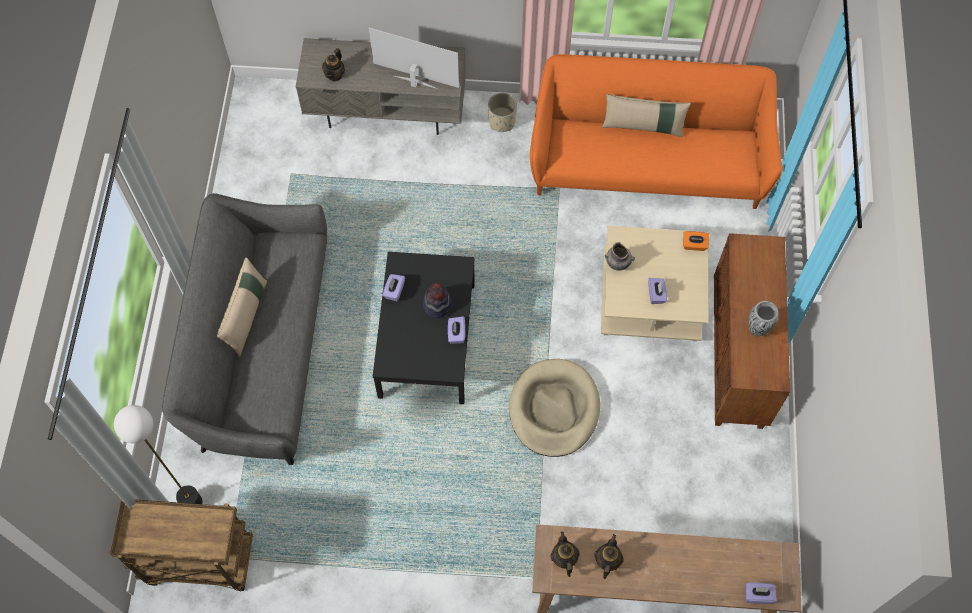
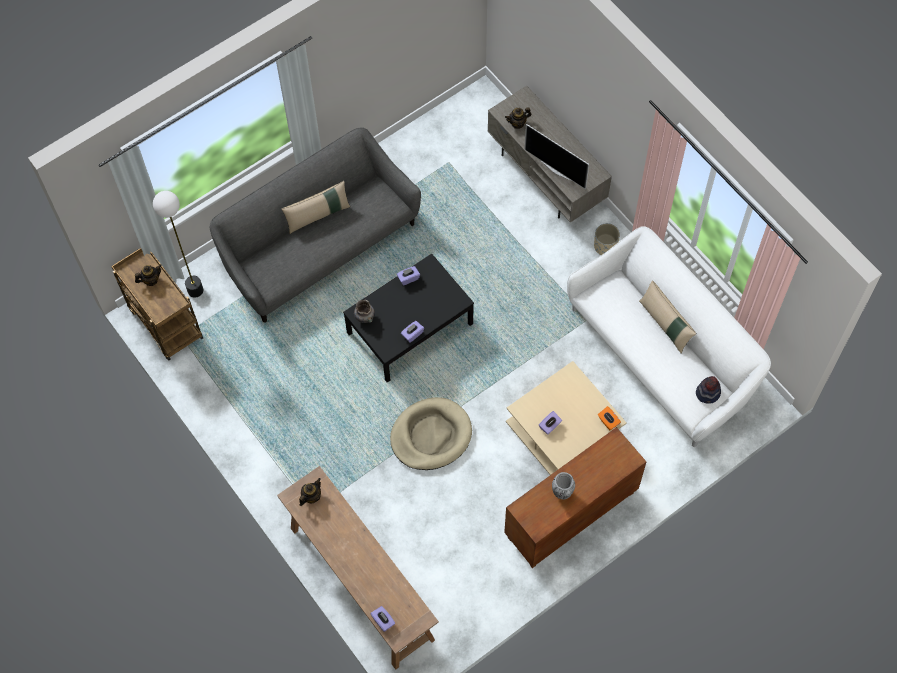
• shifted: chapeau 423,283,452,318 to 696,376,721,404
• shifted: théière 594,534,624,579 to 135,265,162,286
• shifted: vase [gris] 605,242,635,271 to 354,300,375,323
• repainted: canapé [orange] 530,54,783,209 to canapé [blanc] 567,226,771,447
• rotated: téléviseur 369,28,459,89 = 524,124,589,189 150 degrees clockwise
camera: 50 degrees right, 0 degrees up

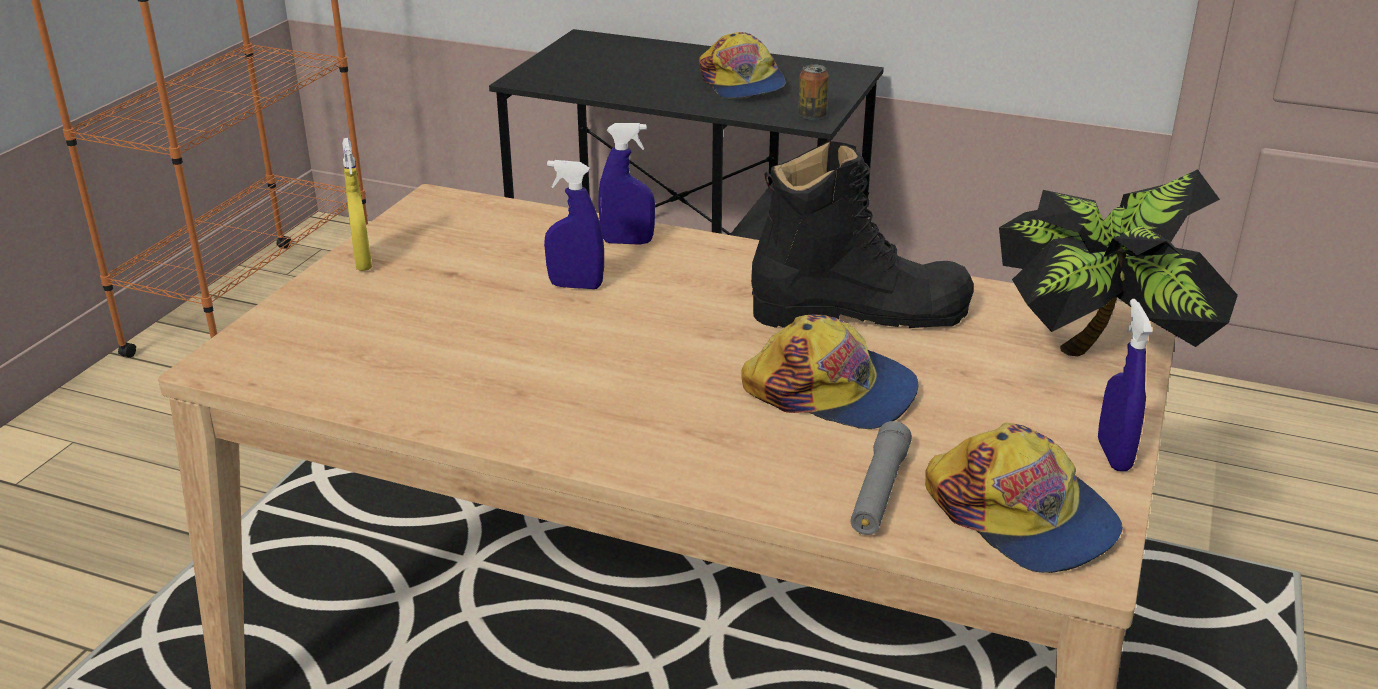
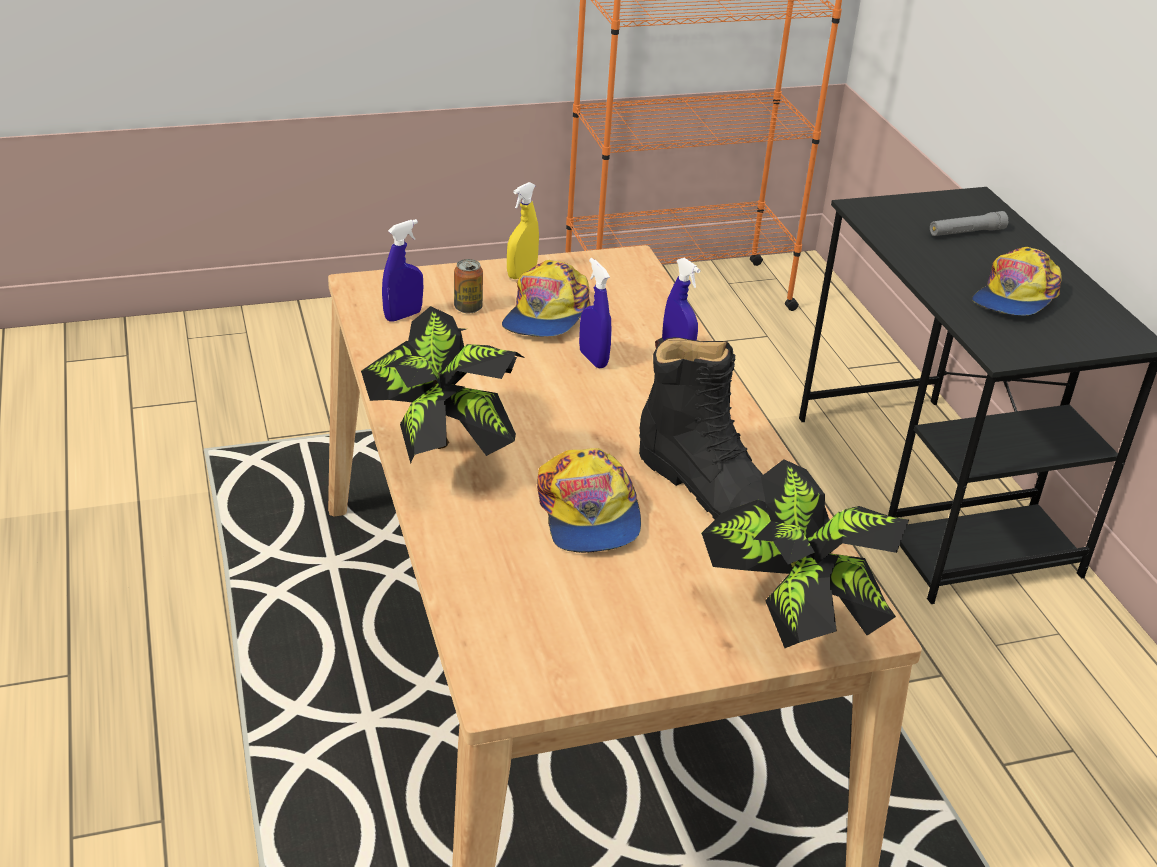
• new: plante en pot 361,306,524,464
• shifted: boîte métallique 798,64,829,120 to 454,259,483,313
• shifted: lampe de poche [gris] 850,421,912,535 to 930,211,1008,236
• shifted: casquette 925,423,1123,573 to 502,260,590,337
• shifted: vaporisateur [bleu] 1098,299,1153,471 to 382,219,423,322
camera: 50 degrees right, 5 degrees up

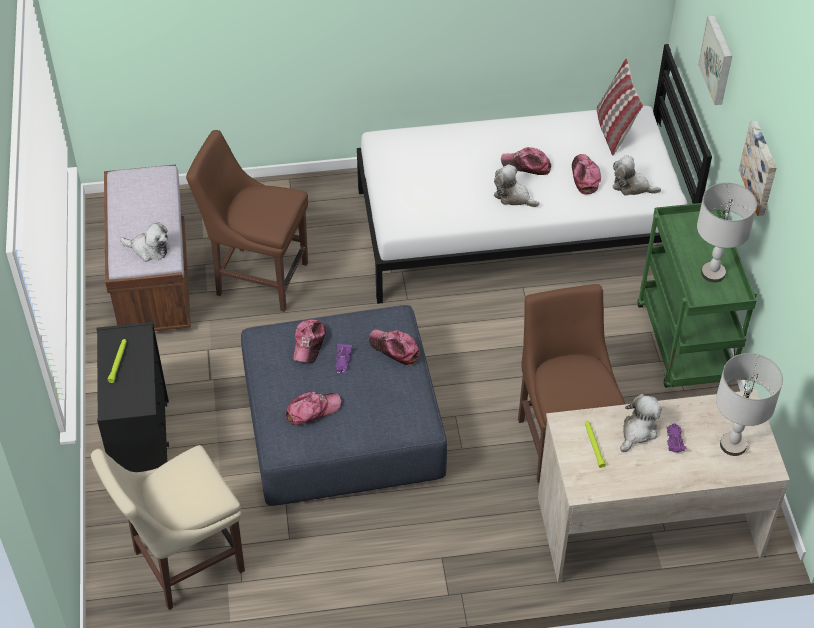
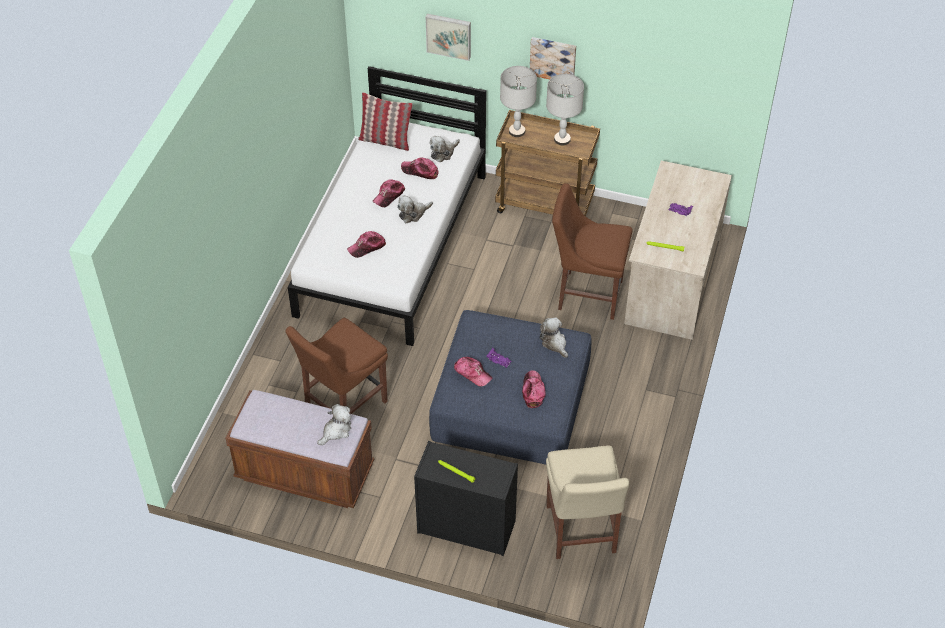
• shifted: casquette 369,329,419,366 to 347,231,386,258
• shifted: peluche 620,394,662,452 to 540,317,568,358
• shifted: lampe de table [gris] 716,353,783,456 to 500,66,537,137
• repainted: chariot [vert] 637,203,757,388 to chariot [marron] 495,110,600,216
camera: 65 degrees left, 0 degrees up

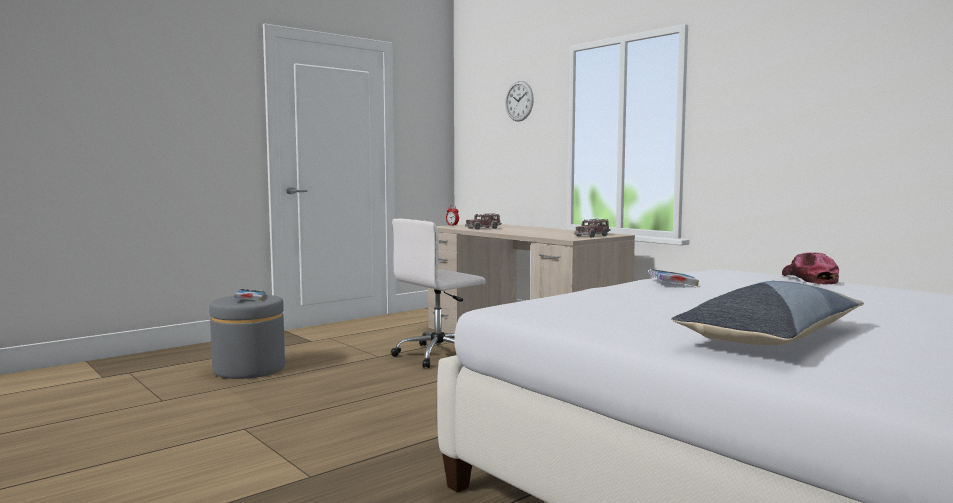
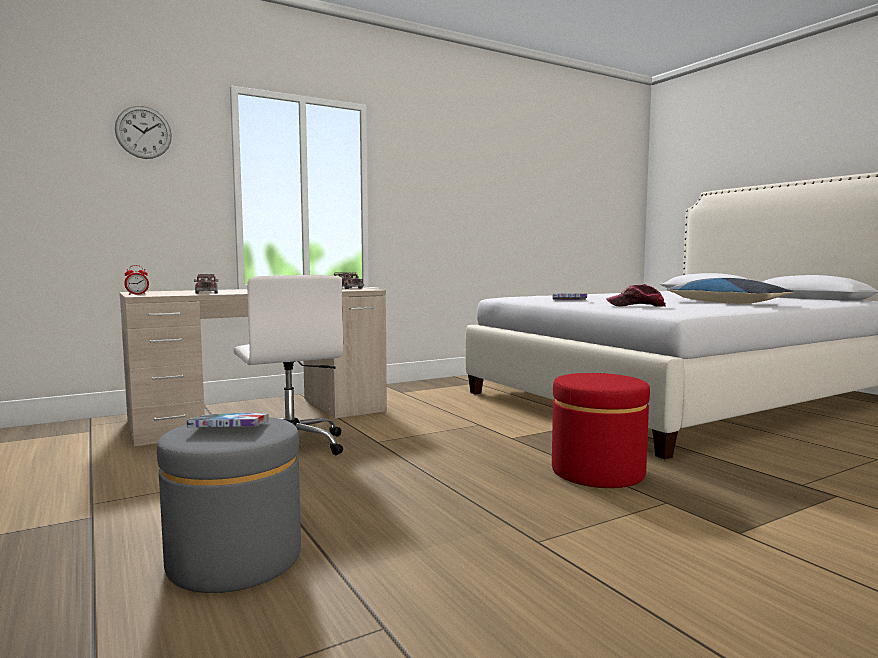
• new: pouf [rouge] 552,373,650,488
• shifted: casquette 782,252,839,284 to 606,284,665,307
camera: 80 degrees left, 0 degrees up

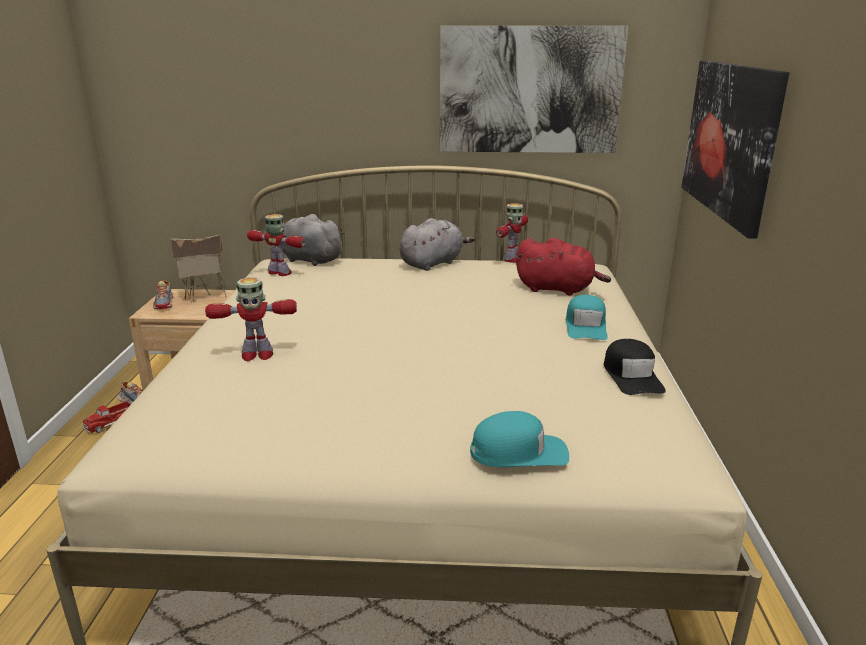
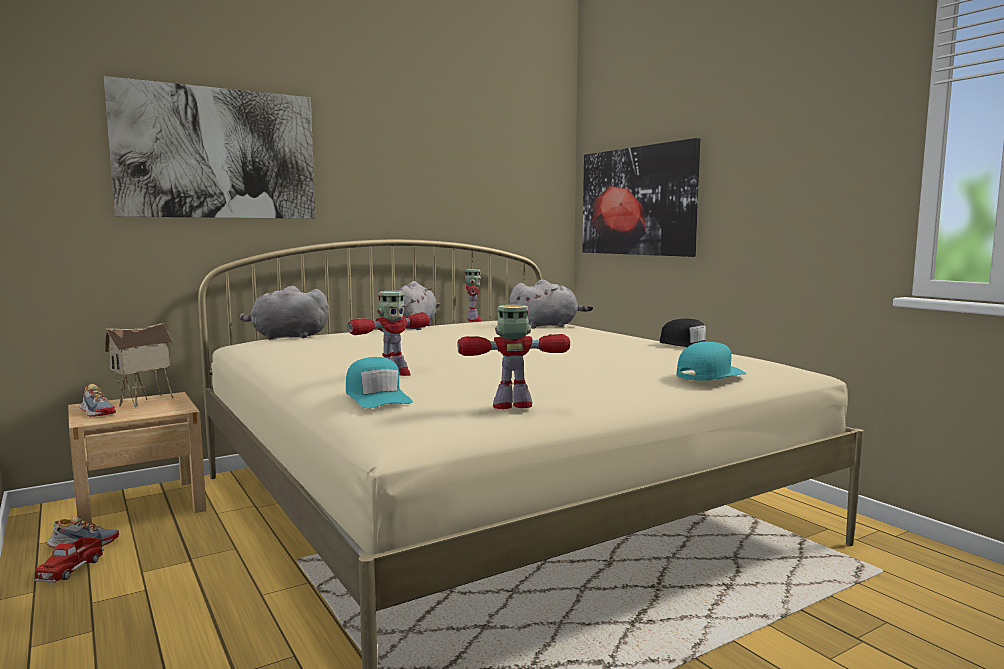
• shifted: robot jouet 247,214,305,276 to 458,305,570,409
• shifted: tableau 440,26,628,153 to 104,76,315,219
• shifted: casquette [turquoise] 566,295,608,340 to 346,357,413,408
• repainted: peluche [rouge] 516,238,611,296 to peluche [gris] 509,280,593,328
camera: 35 degrees left, 15 degrees down

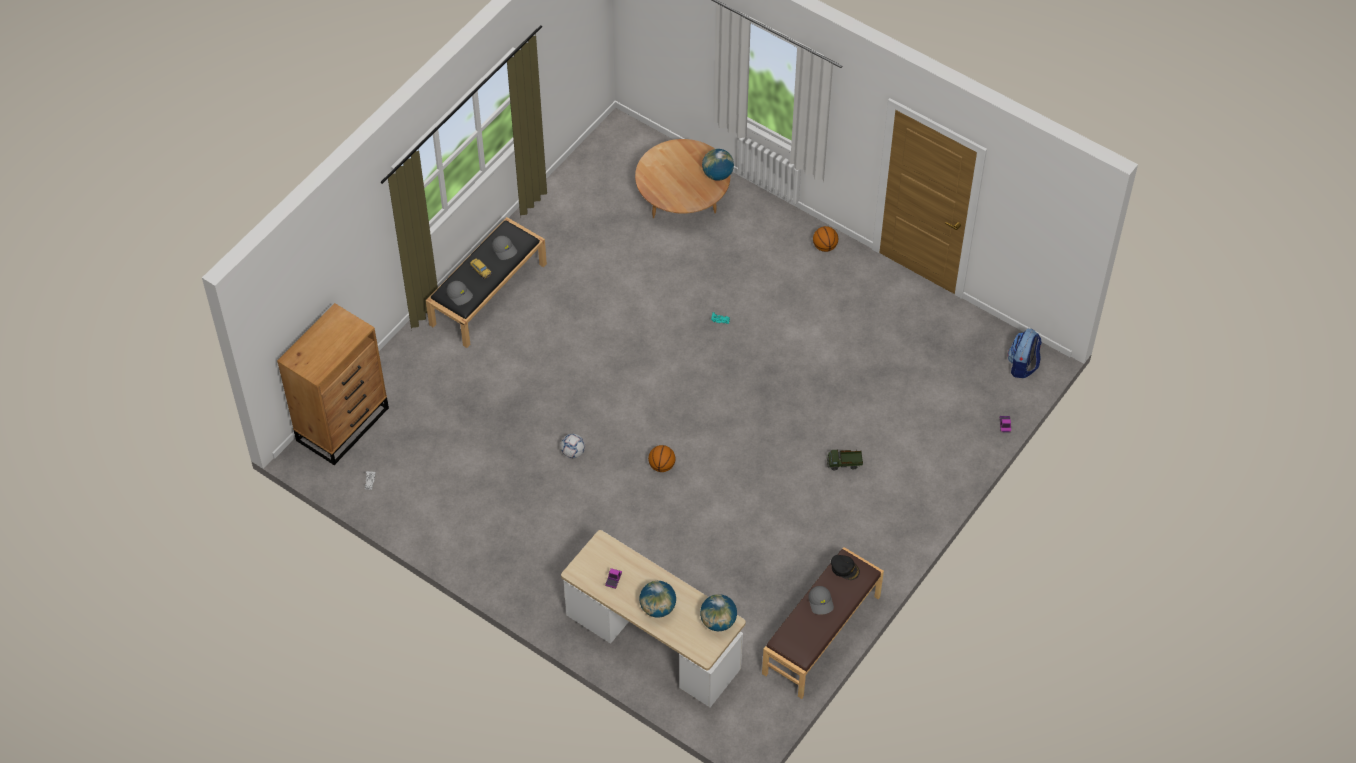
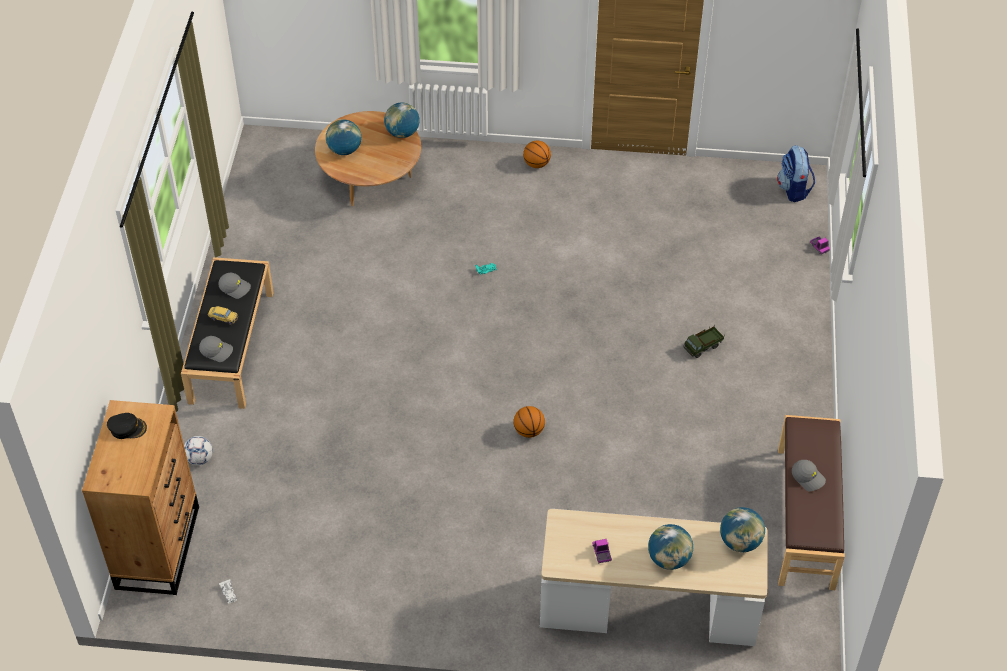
• new: globe 326,119,361,155
• shifted: ballon de foot 560,434,585,458 to 184,436,213,465
• shifted: casquette [noir] 831,555,860,580 to 107,413,147,439
camera: 30 degrees left, 5 degrees down

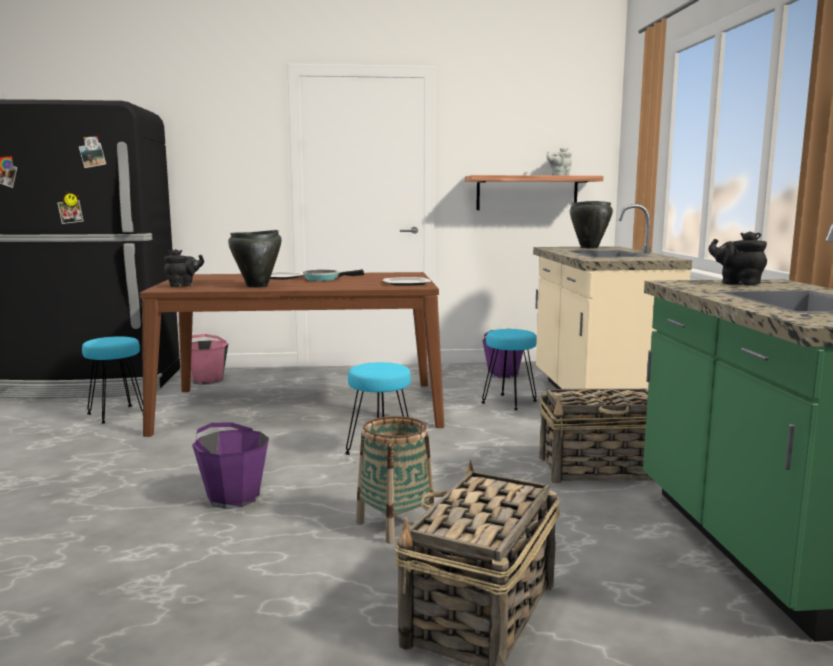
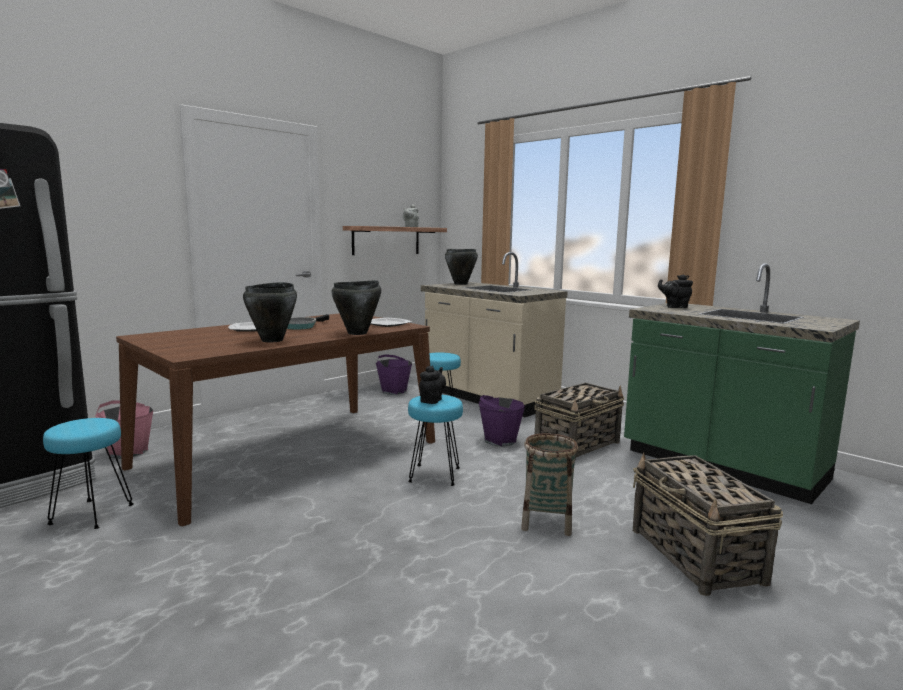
• new: marmite [noir] 331,280,381,335
• shifted: théière [noir] 164,249,204,287 to 419,366,446,404
• shifted: seau [violet] 192,423,269,509 to 479,395,525,446
camera: 40 degrees left, 0 degrees up

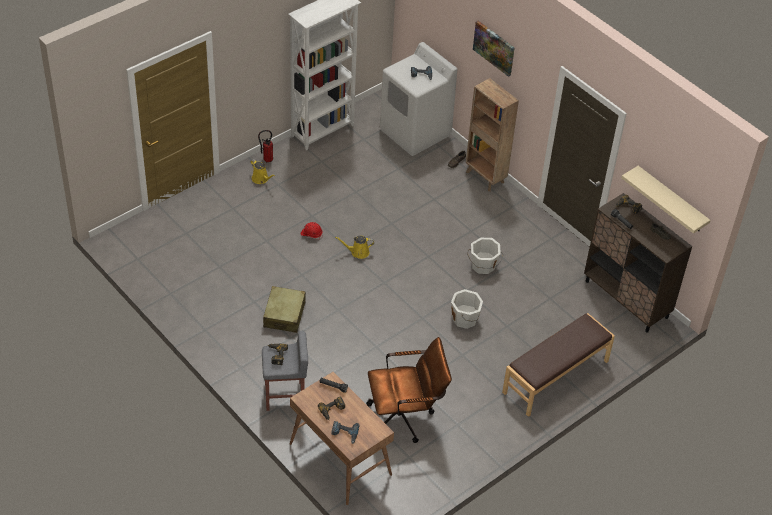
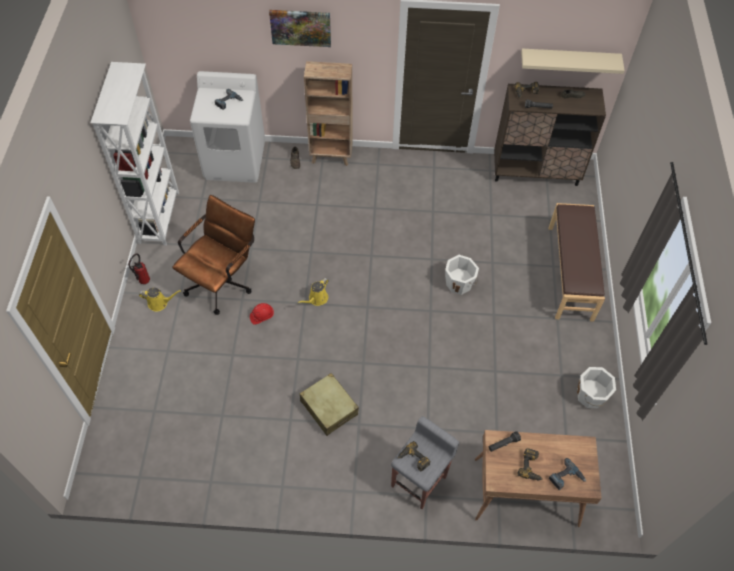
• shifted: chaise de bureau [marron] 366,337,452,443 to 172,195,255,315
• shifted: seau [blanc] 467,238,503,274 to 577,367,616,408
camera: 45 degrees left, 10 degrees up

